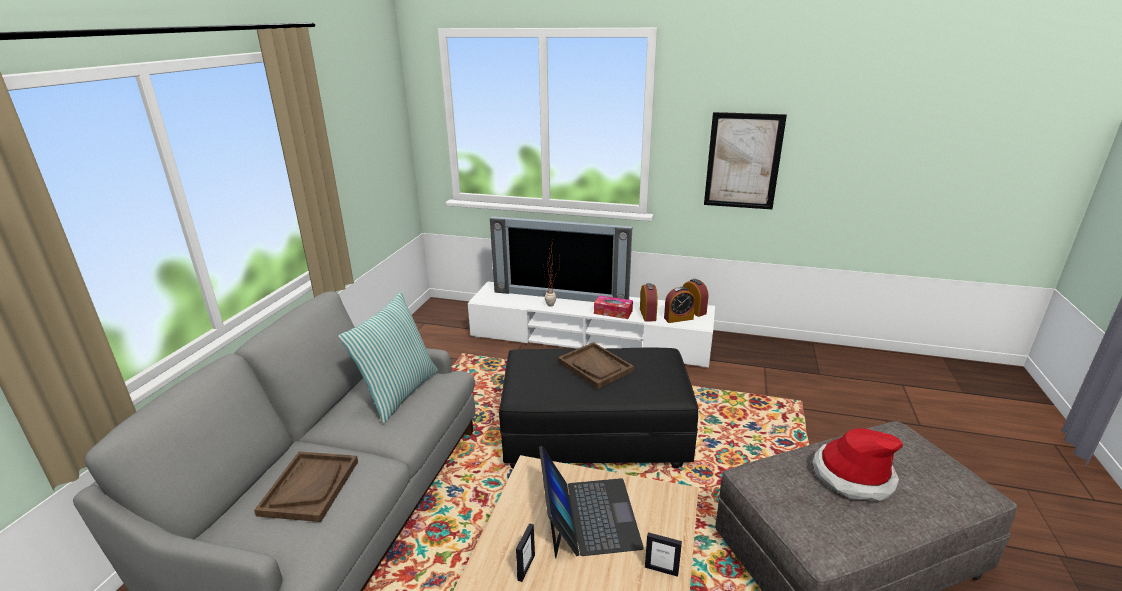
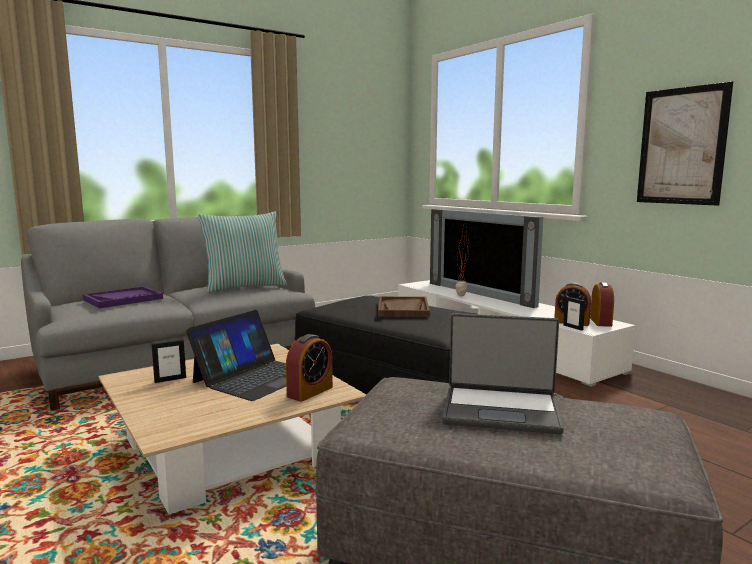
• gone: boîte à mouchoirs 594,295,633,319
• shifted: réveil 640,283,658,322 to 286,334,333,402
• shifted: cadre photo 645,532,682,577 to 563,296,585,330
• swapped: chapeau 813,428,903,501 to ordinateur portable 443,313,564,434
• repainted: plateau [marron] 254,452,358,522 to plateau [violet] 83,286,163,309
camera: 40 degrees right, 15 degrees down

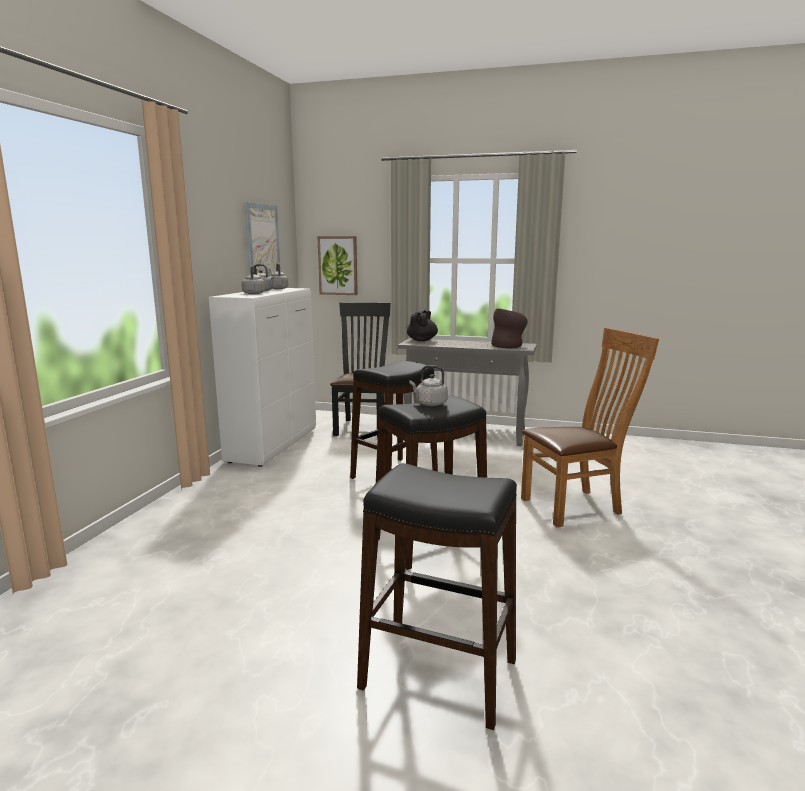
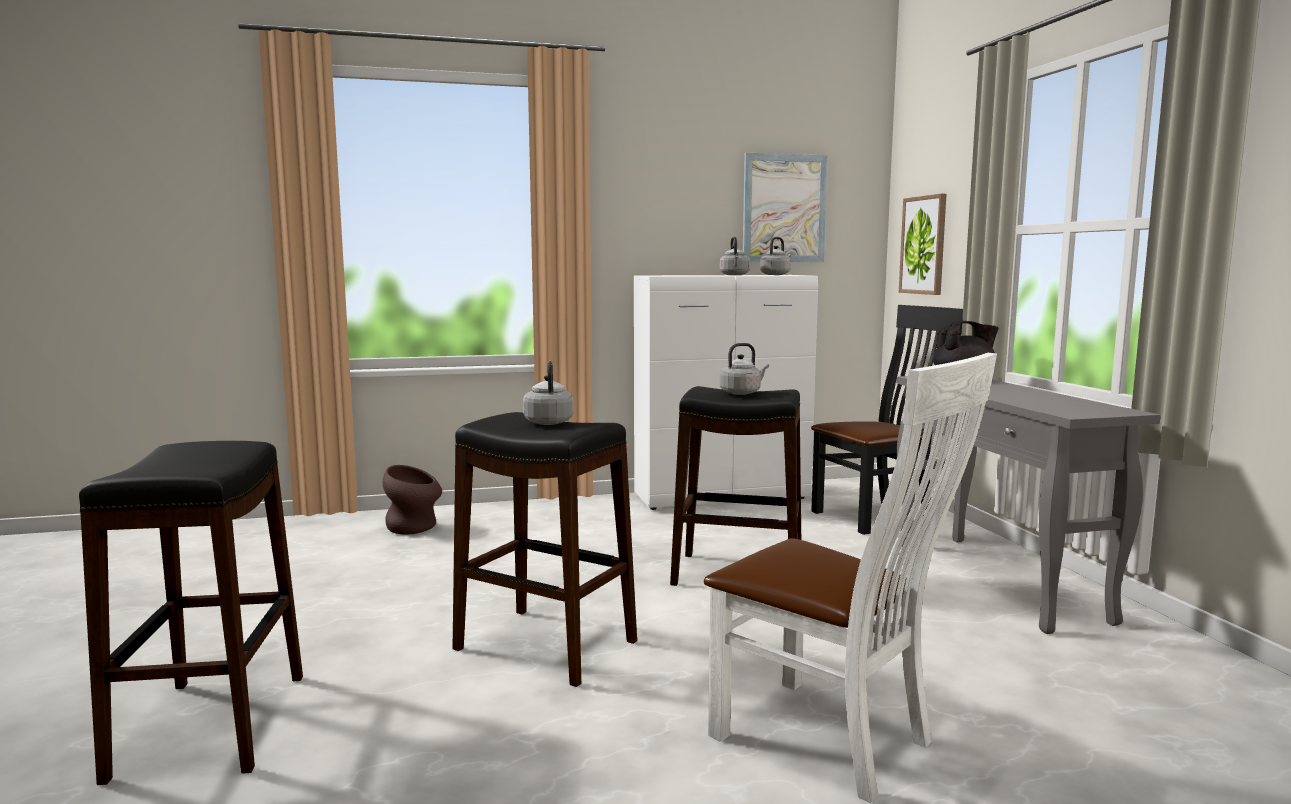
• shifted: bouilloire [gris] 242,265,265,294 to 720,343,769,395
• shifted: vase [marron] 491,308,528,348 to 383,465,442,535
• repainted: chaise [marron] 521,328,659,527 to chaise [blanc] 704,353,997,803
camera: 60 degrees right, 5 degrees down

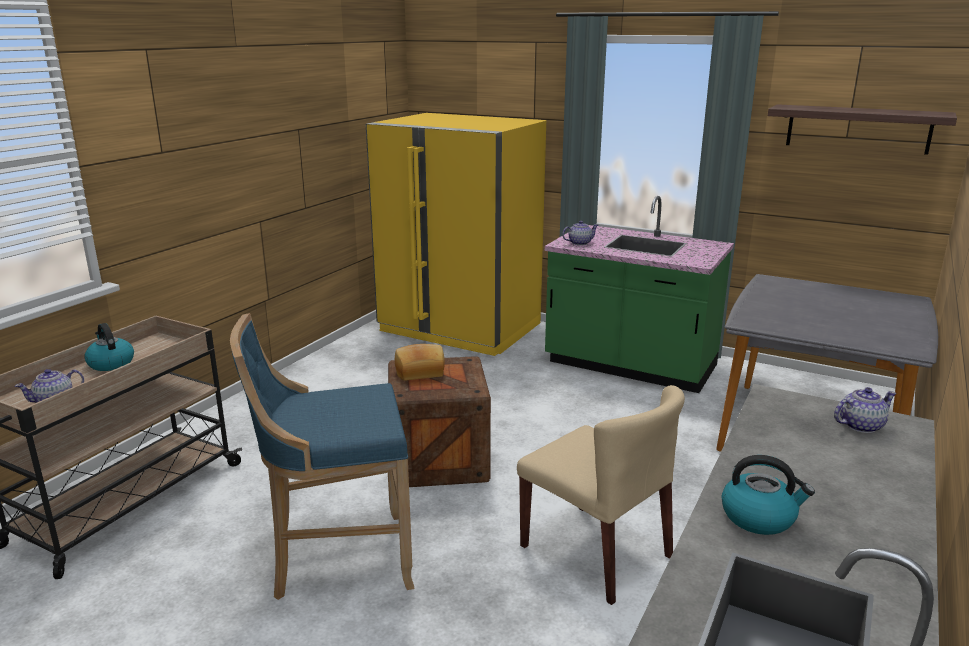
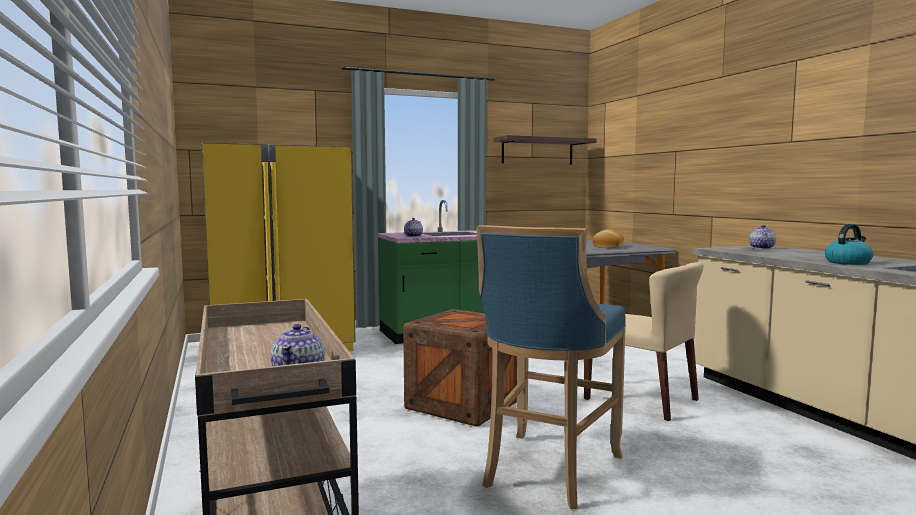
• gone: bouilloire 84,323,134,371
• shifted: pain 395,344,445,381 to 593,229,624,248
• rotated: chaise [beige] 517,385,685,605 = 584,262,704,421 45 degrees clockwise
camera: 50 degrees left, 15 degrees down

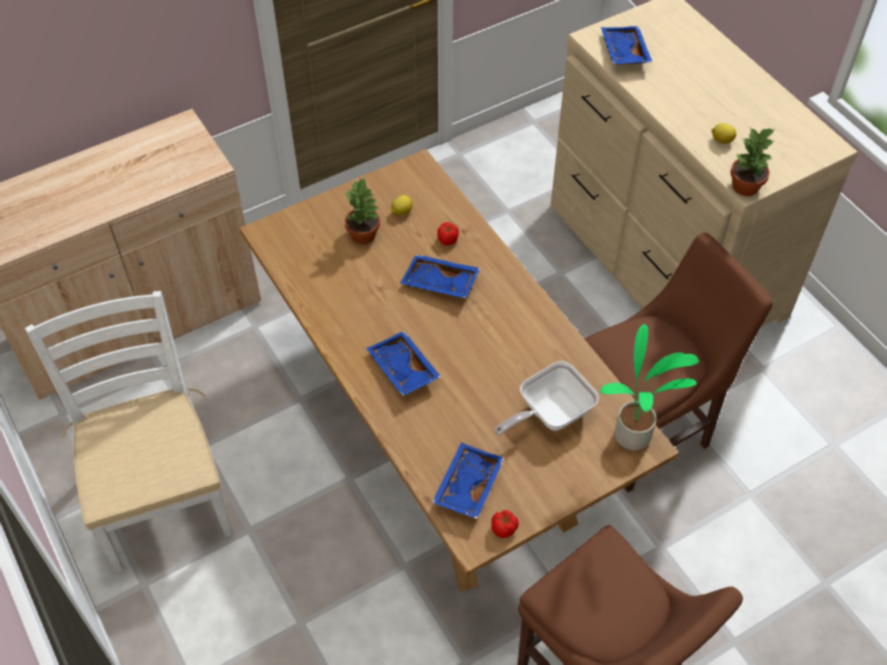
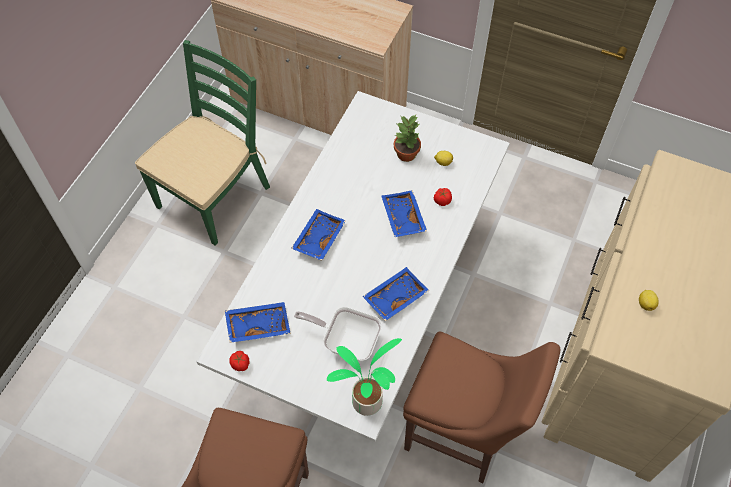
• gone: plante en pot 730,127,775,196
• shifted: plateau [bleu] 601,26,652,64 to 362,267,429,321
• repainted: chaise [blanc] 25,291,232,572 to chaise [vert] 135,40,270,245
• repainted: table à manger [marron] 240,149,679,591 to table à manger [blanc] 196,91,510,442
camera: 55 degrees right, 5 degrees up

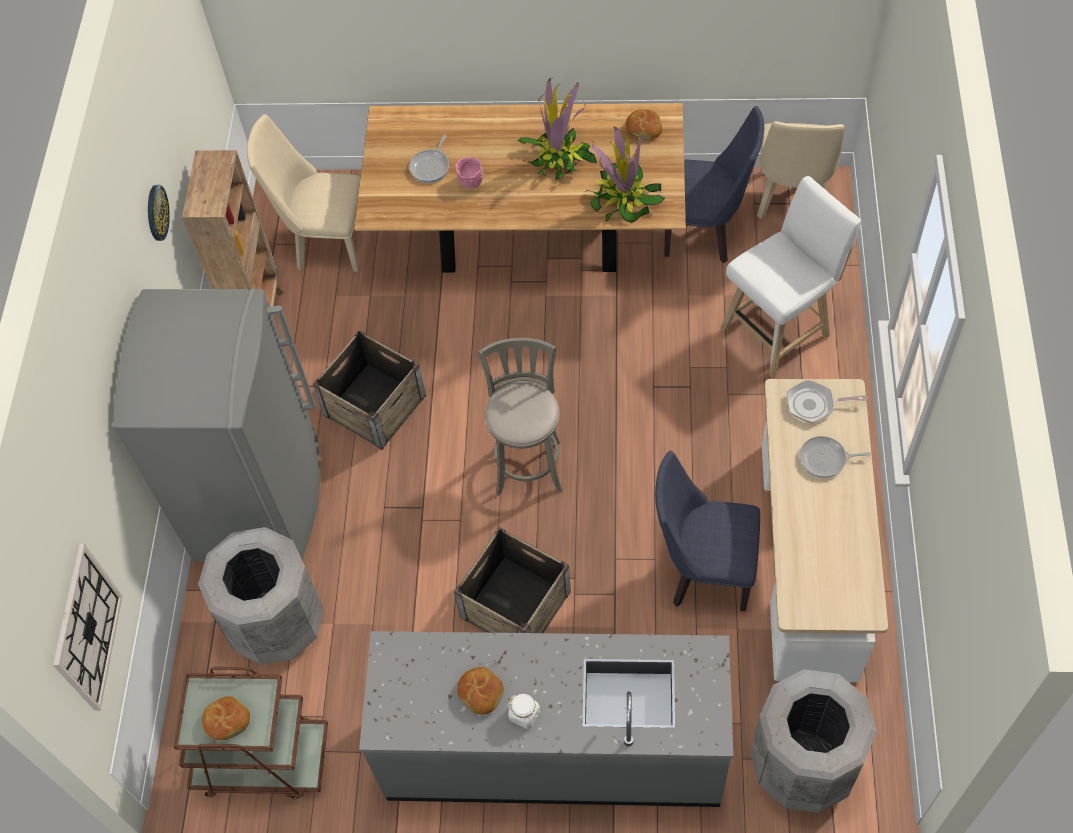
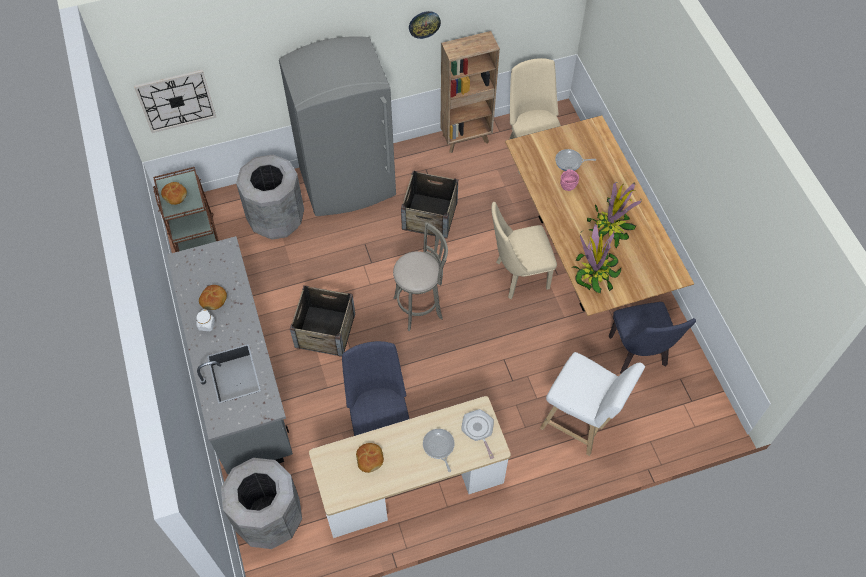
• shifted: pain 626,109,663,140 to 356,443,384,473
• shifted: chaise [beige] 757,121,845,219 to 491,202,557,299
camera: 65 degrees right, 0 degrees up

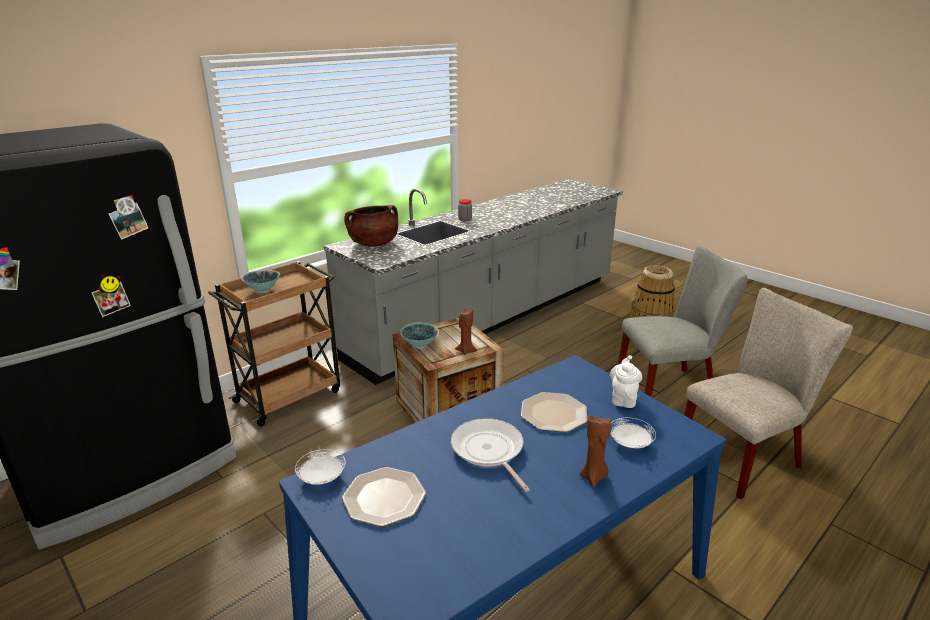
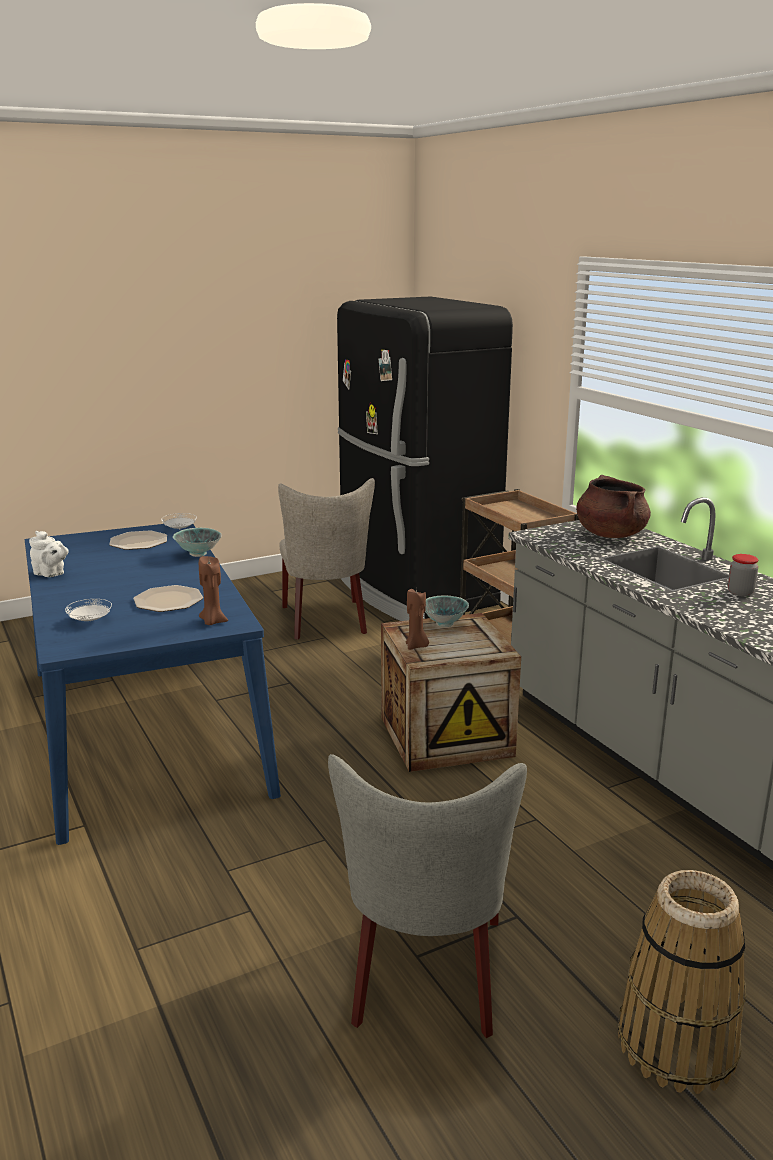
• gone: poêle 451,418,530,492
• shifted: bol 241,270,280,293 to 173,528,222,557
• shifted: bougie [marron] 580,415,611,487 to 199,556,228,625
• shifted: théière [blanc] 610,355,642,408 to 29,531,69,577
• shifted: chaise [beige] 684,288,853,499 to 278,478,375,640
camera: 105 degrees right, 5 degrees down

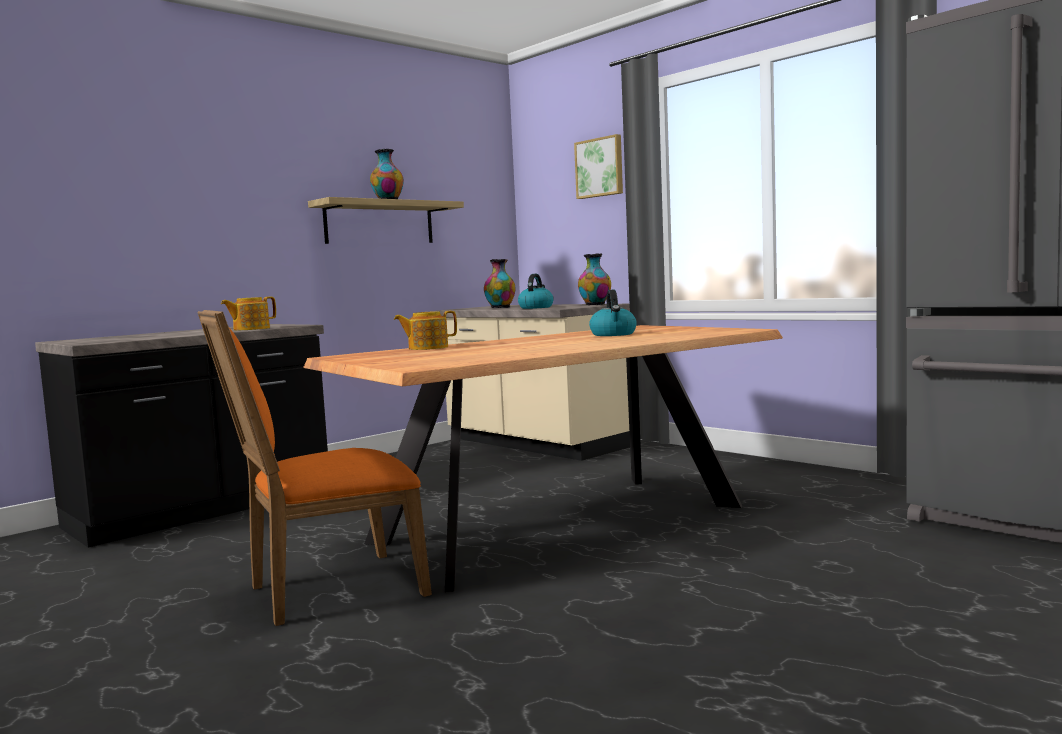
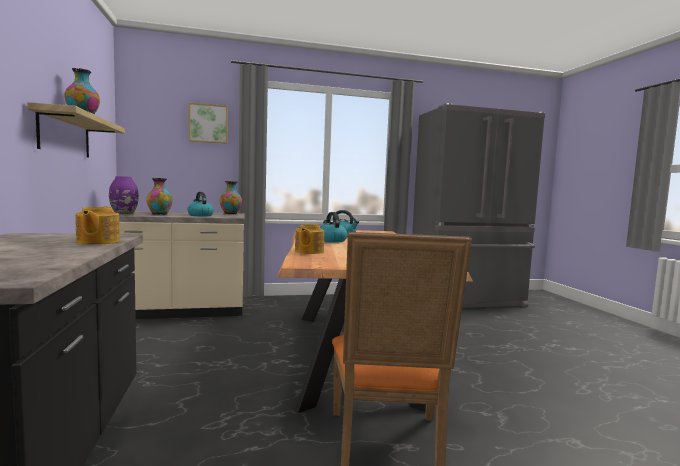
• new: vase [violet] 109,176,139,214
• new: bouilloire 320,212,348,243
camera: 60 degrees left, 0 degrees up

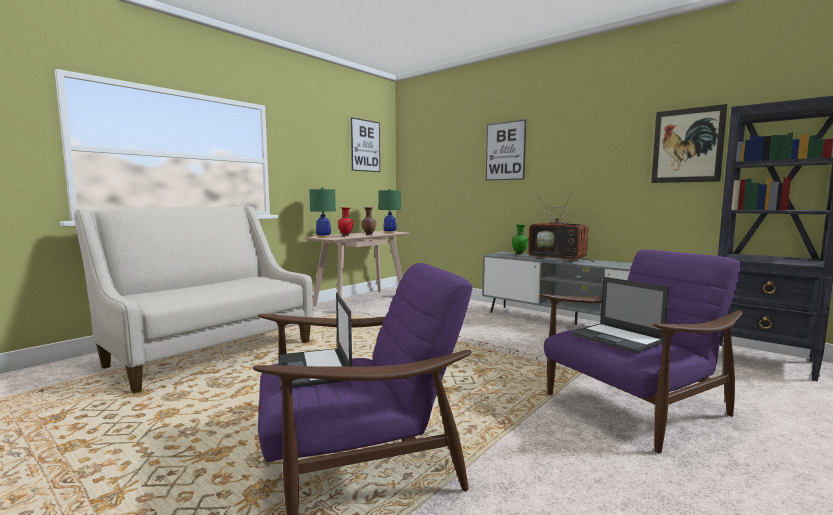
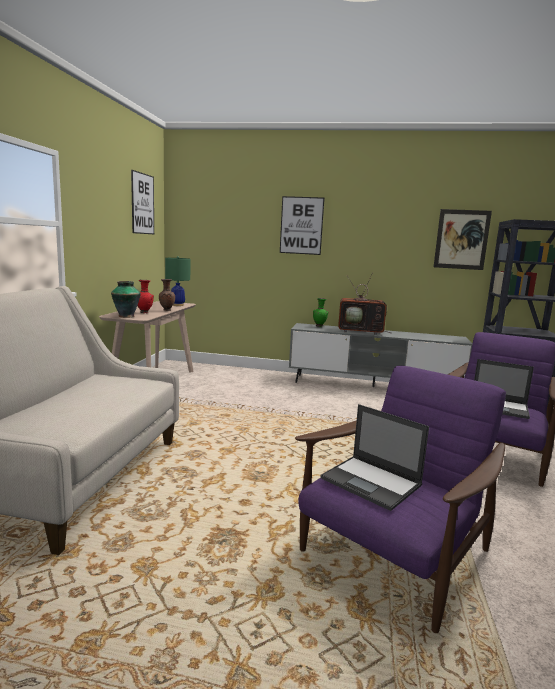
• swapped: lampe de table [vert] 309,187,336,238 to vase 111,281,141,318
camera: 30 degrees left, 5 degrees up

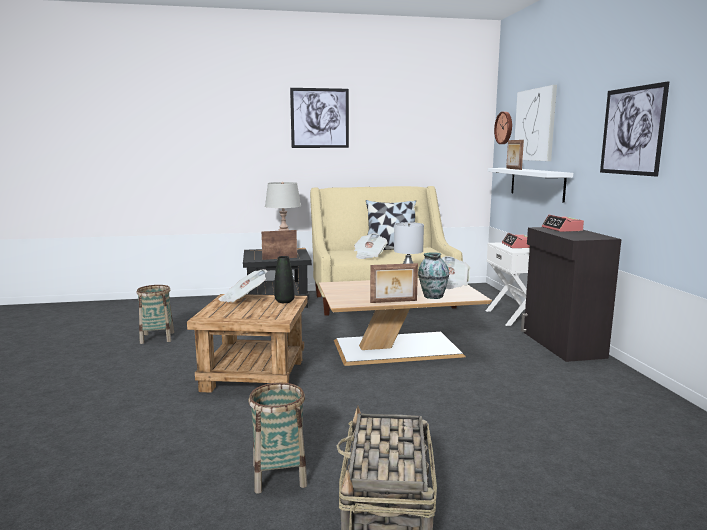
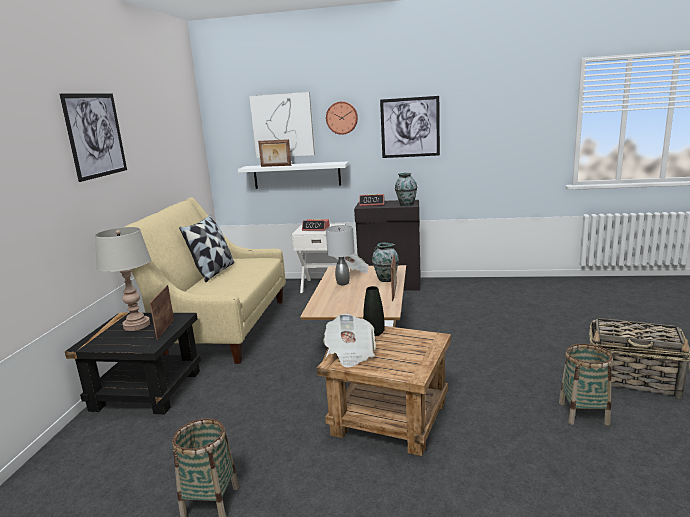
• gone: journal 354,233,388,259
• new: vase 395,173,417,206
• shifted: horloge murale 494,112,512,144 to 326,101,358,135
camera: 70 degrees left, 5 degrees up

